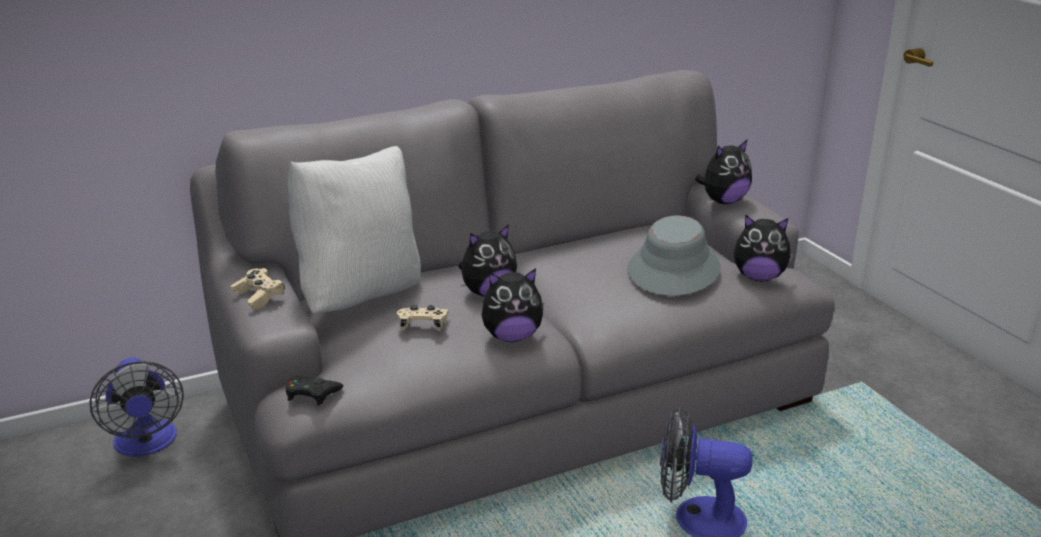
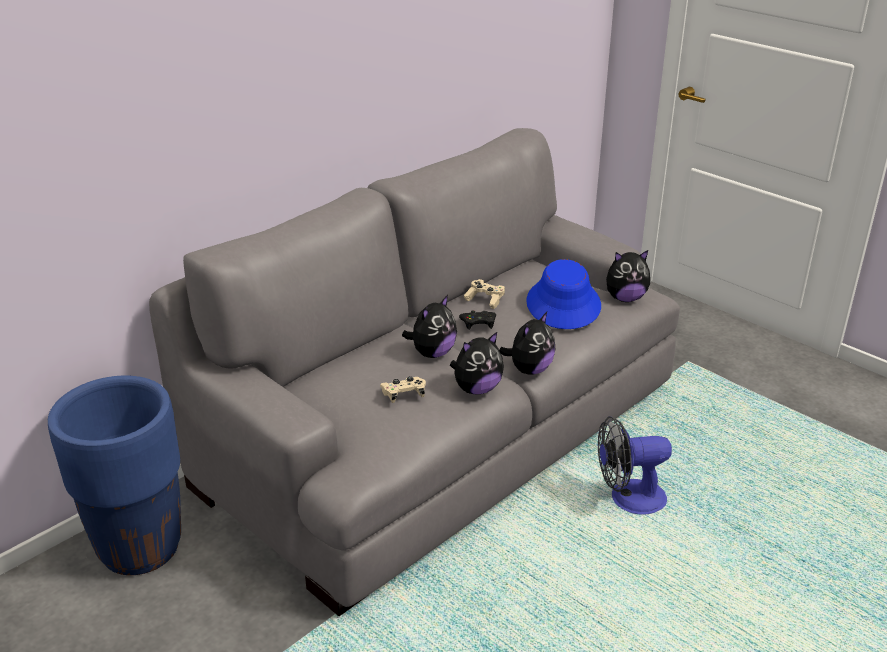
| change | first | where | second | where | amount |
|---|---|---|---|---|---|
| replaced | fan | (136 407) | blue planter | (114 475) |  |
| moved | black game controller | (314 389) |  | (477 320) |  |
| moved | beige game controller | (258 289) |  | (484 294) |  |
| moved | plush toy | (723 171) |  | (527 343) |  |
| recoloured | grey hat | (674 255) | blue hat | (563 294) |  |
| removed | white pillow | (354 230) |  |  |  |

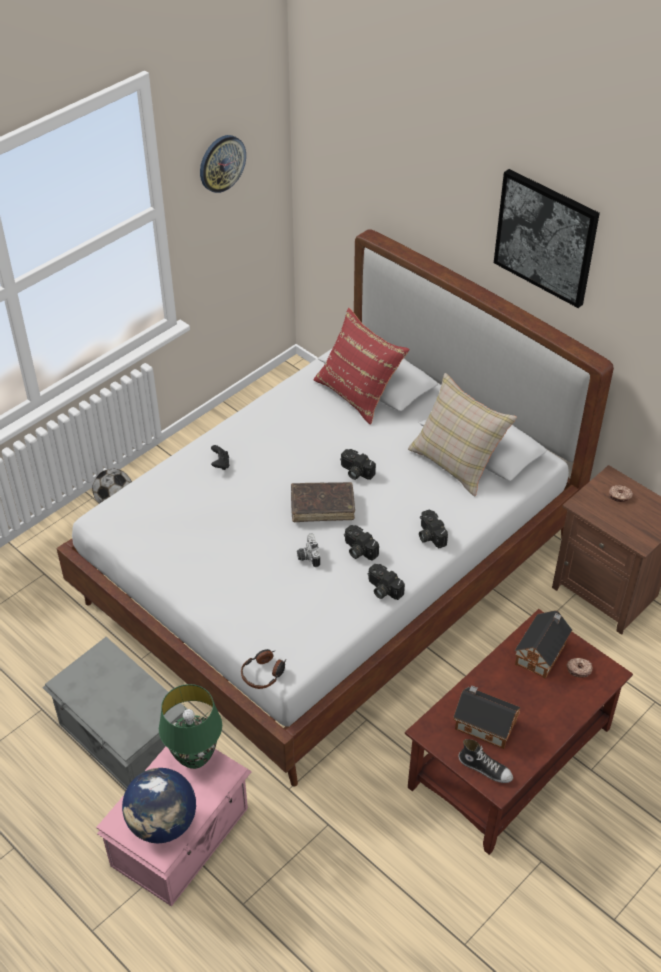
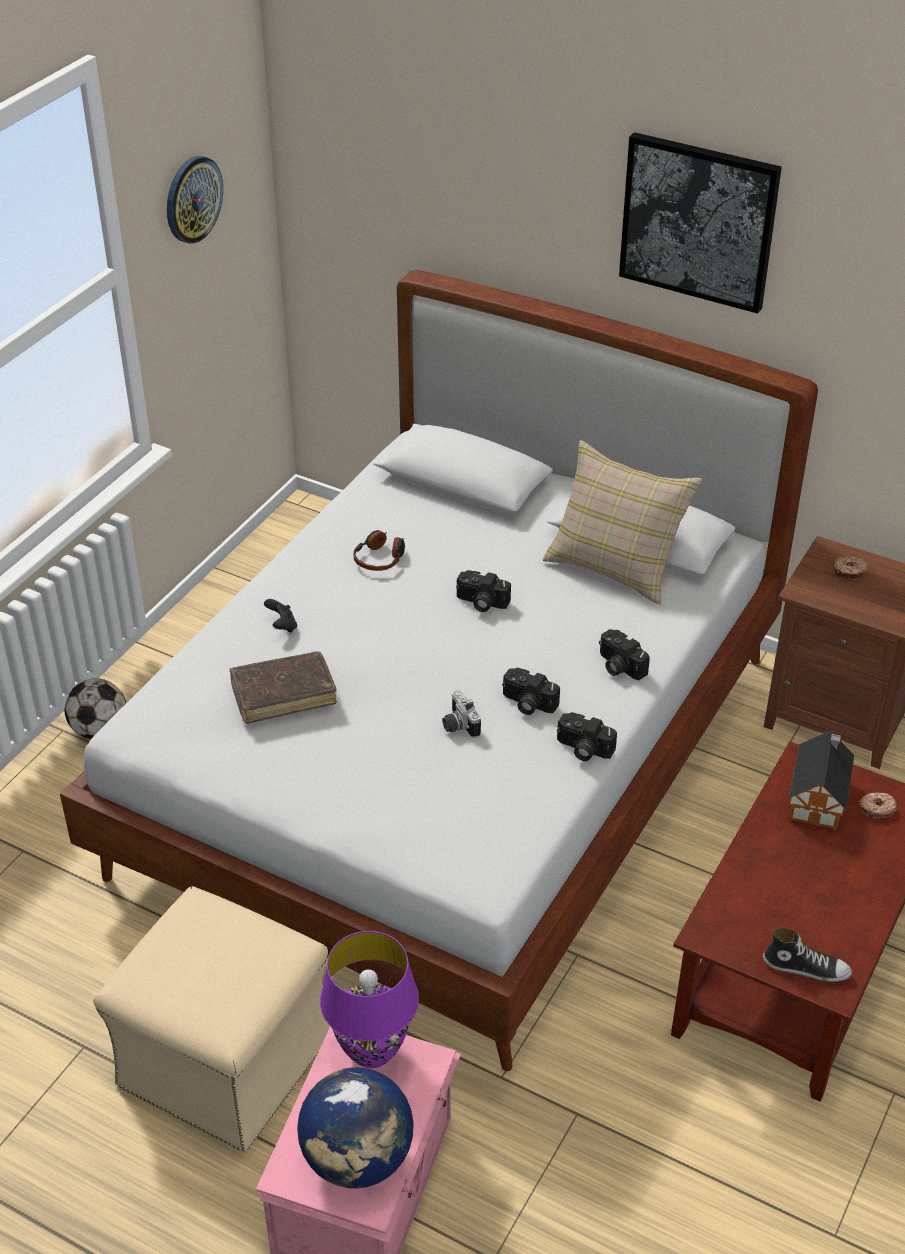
| change | first | where | second | where | amount |
|---|---|---|---|---|---|
| replaced | grey storage box | (114 713) | beige ottoman | (211 1019) |  |
| moved | brown book | (323 502) |  | (283 687) |  |
| recoloured | green table lamp | (190 726) | purple table lamp | (369 999) |  |
| moved | headphones | (263 669) |  | (379 550) |  |
| removed | red pillow | (362 366) |  |  |  |
| removed | toy house | (487 717) |  |  |  |

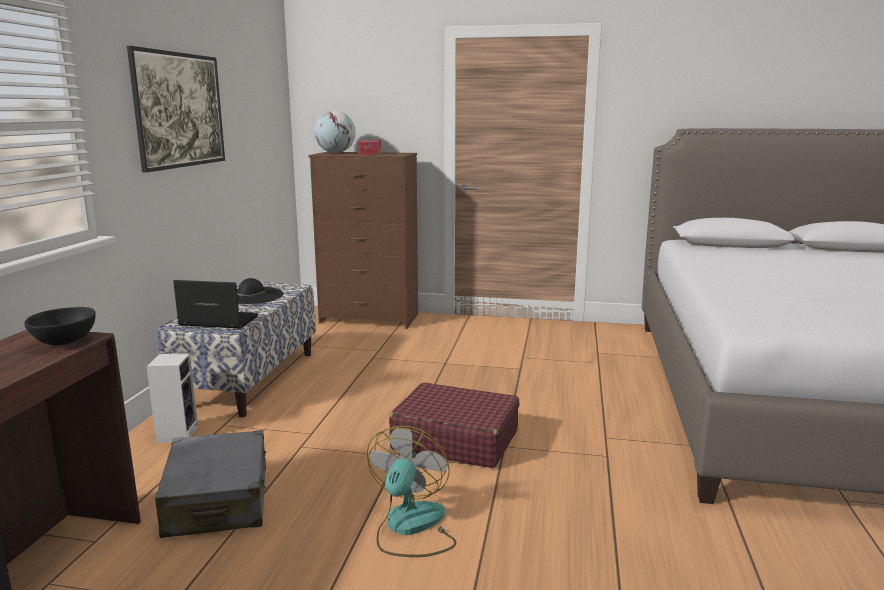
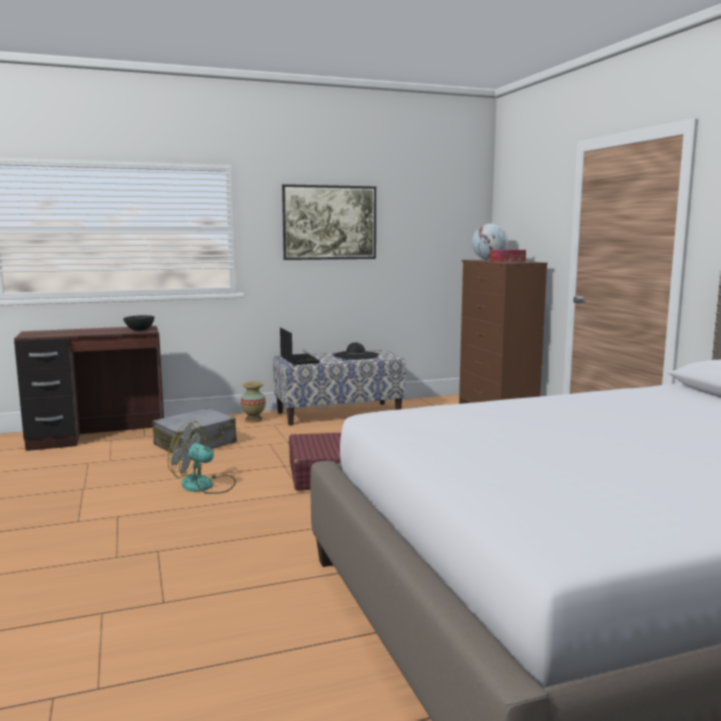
| change | first | where | second | where | amount |
|---|---|---|---|---|---|
| turned | fan | (411 491) |  | (202 457) | 150 degrees counterclockwise |
| replaced | speaker | (172 398) | vase | (253 402) |  |

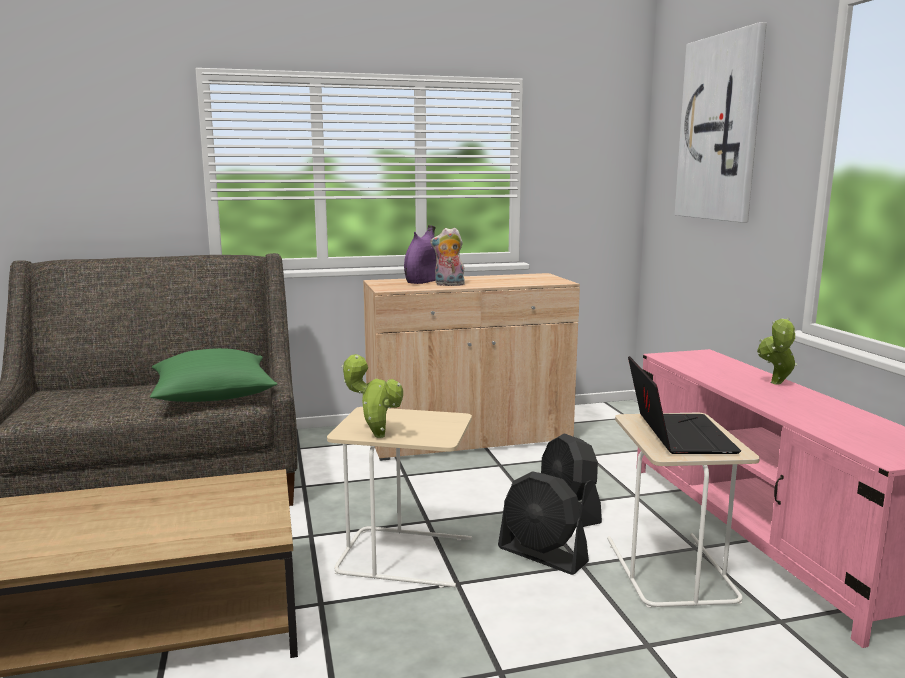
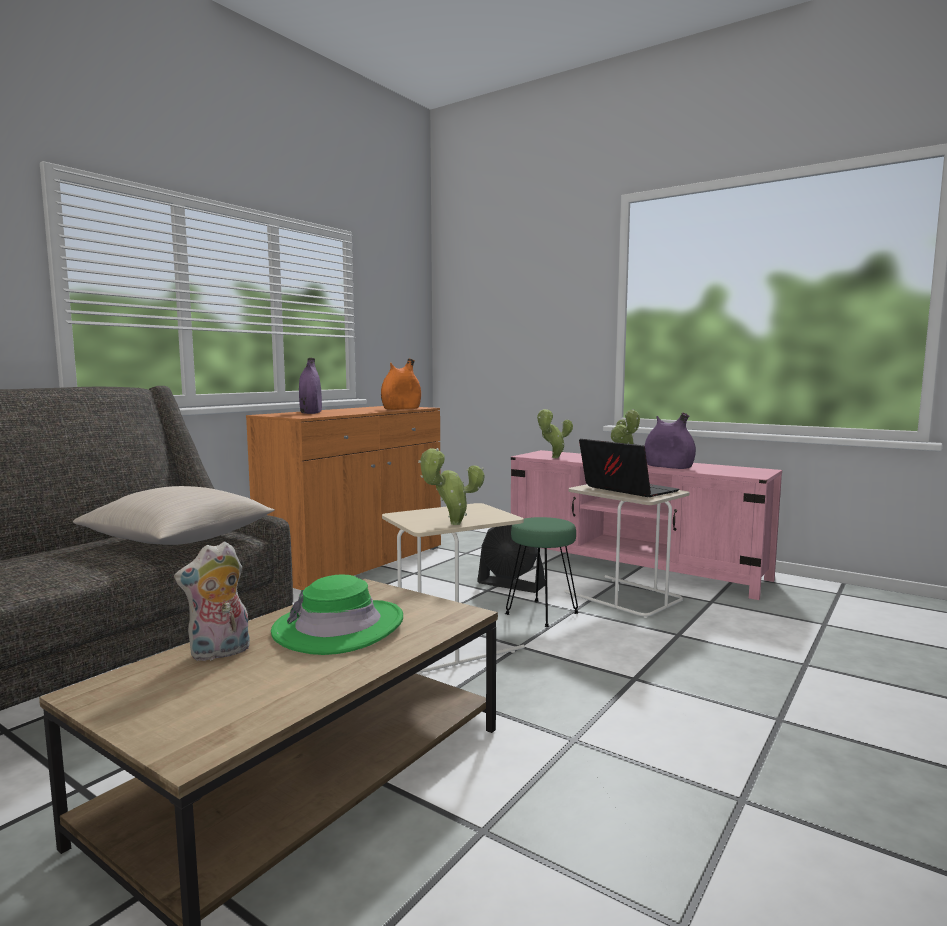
| change | first | where | second | where | amount |
|---|---|---|---|---|---|
| recoloured | green pillow | (214 375) | beige pillow | (174 515) |  |
| moved | plush toy | (447 257) |  | (212 601) |  |
| recoloured | beige cabinet | (471 367) | orange cabinet | (343 498) |  |
| added |  |  | green hat | (337 614) |  |
| added |  |  | orange vase | (401 384) |  |
| replaced | black fan | (543 523) | green stool | (542 572) |  |
| added |  |  | potted plant | (555 433) |  |
| added |  |  | purple vase | (670 440) |  |
| removed | picture | (721 122) |  |  |  |

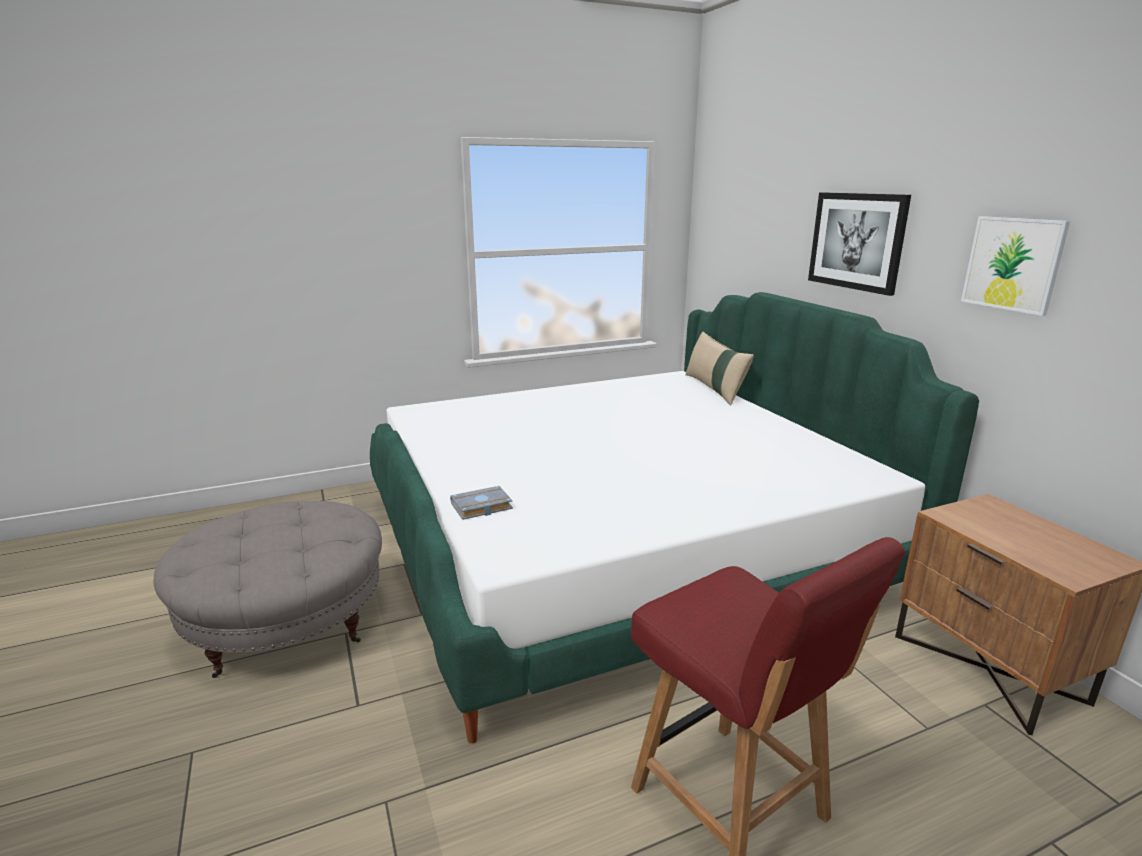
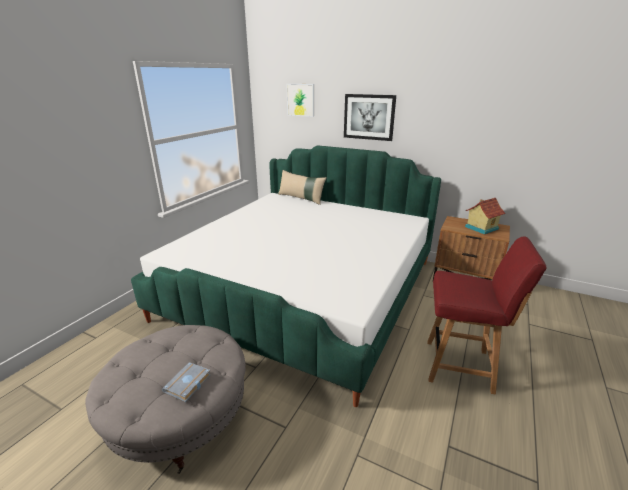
| change | first | where | second | where | amount |
|---|---|---|---|---|---|
| moved | grey book | (481 503) |  | (186 382) |  |
| moved | picture | (1015 266) |  | (300 100) |  |
| added |  |  | toy house | (485 216) |  |

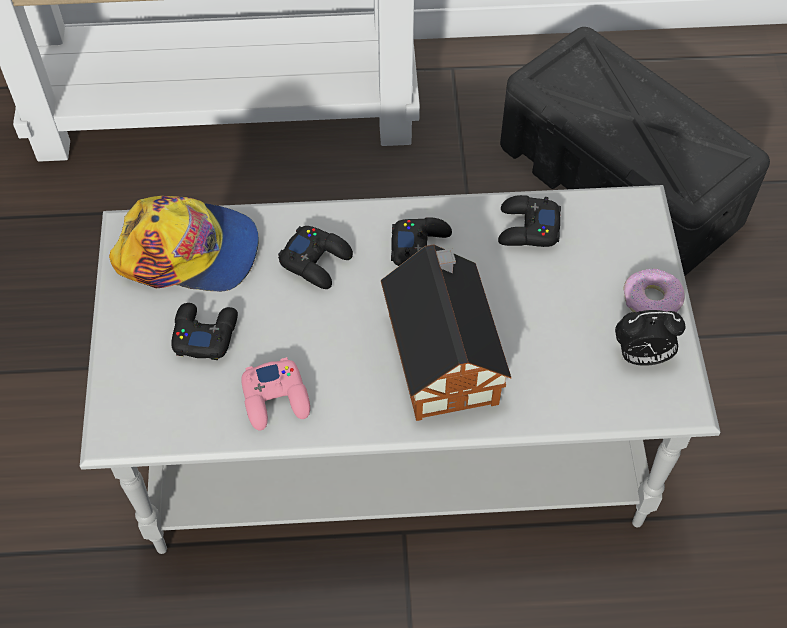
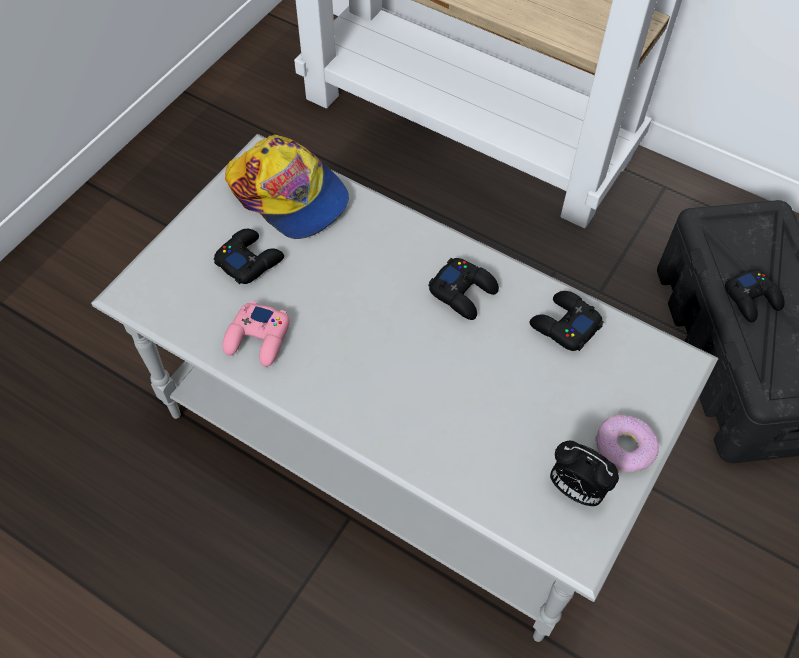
| change | first | where | second | where | amount |
|---|---|---|---|---|---|
| moved | black game controller | (315 257) |  | (755 295) |  |
| removed | toy house | (446 332) |  |  |  |

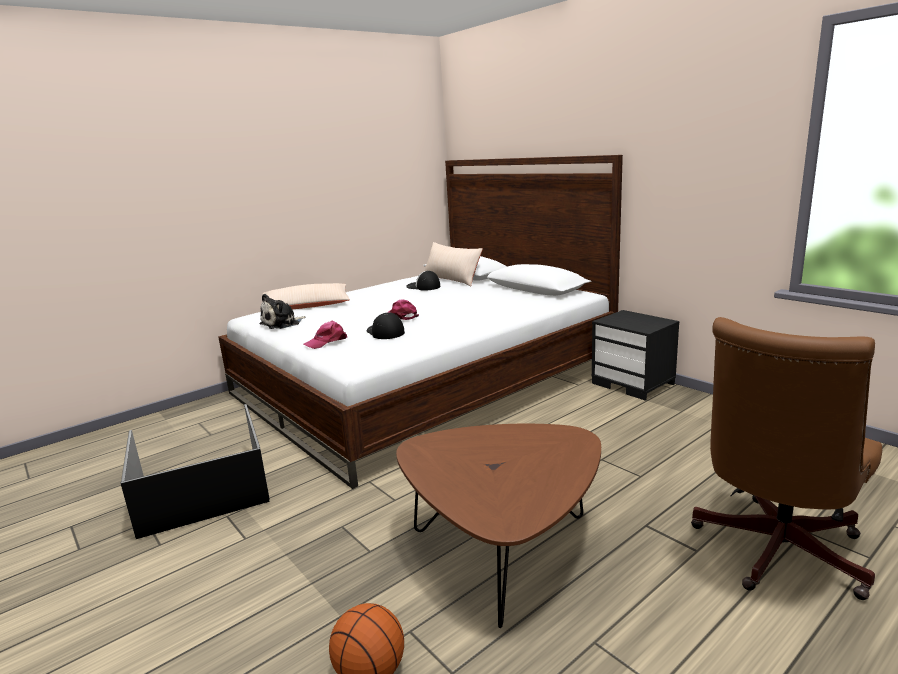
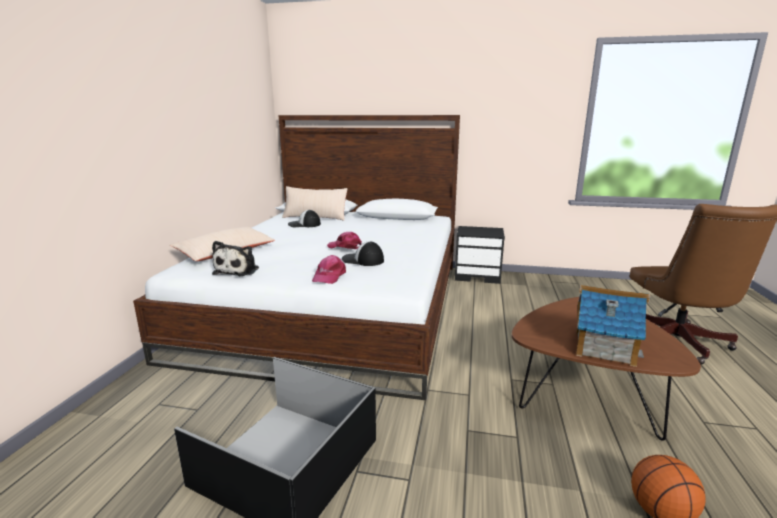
| change | first | where | second | where | amount |
|---|---|---|---|---|---|
| added |  |  | toy house | (613 326) |  |

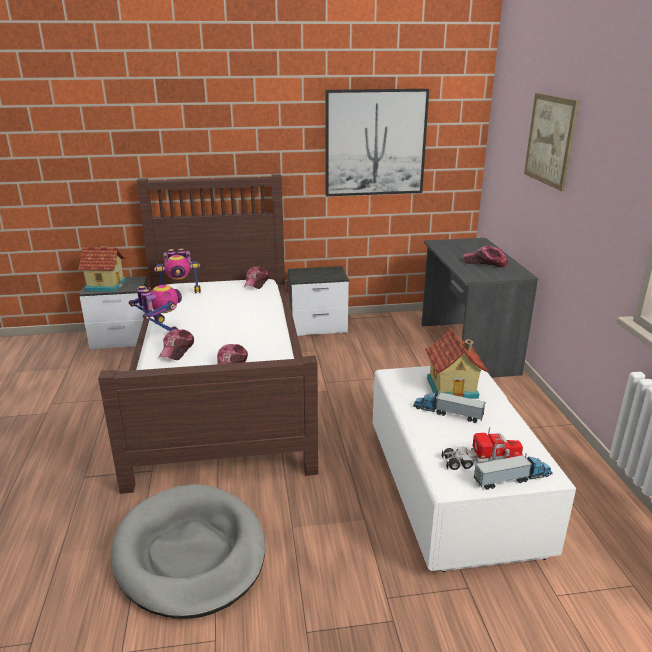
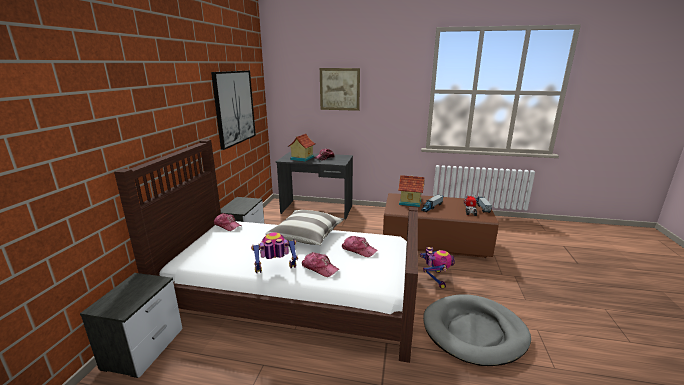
| change | first | where | second | where | amount |
|---|---|---|---|---|---|
| added |  |  | pillow | (304 227) |  |
| moved | toy house | (102 269) |  | (301 147) |  |
| recoloured | white coffee table | (474 469) | brown coffee table | (441 225) |  |
| moved | toy robot | (177 270) |  | (437 268) |  |

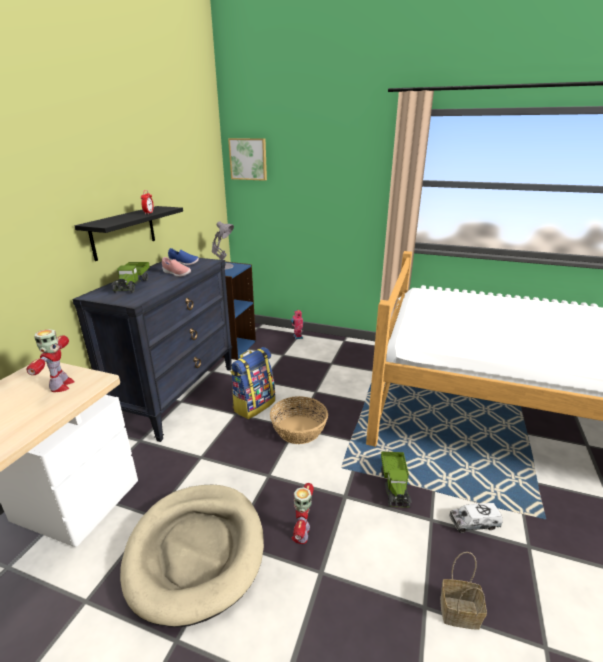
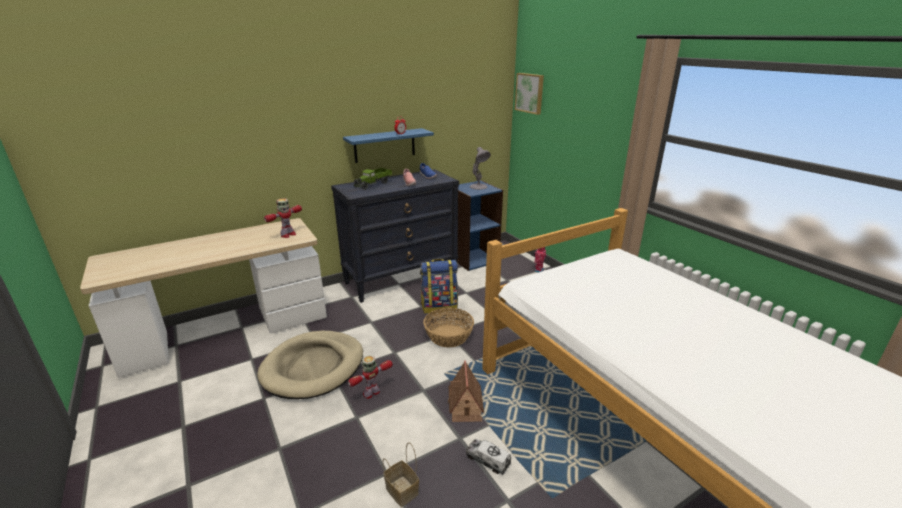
| change | first | where | second | where | amount |
|---|---|---|---|---|---|
| recoloured | black shelf | (129 233) | blue shelf | (388 145) |  |
| replaced | toy truck | (397 479) | toy house | (466 391) |  |

